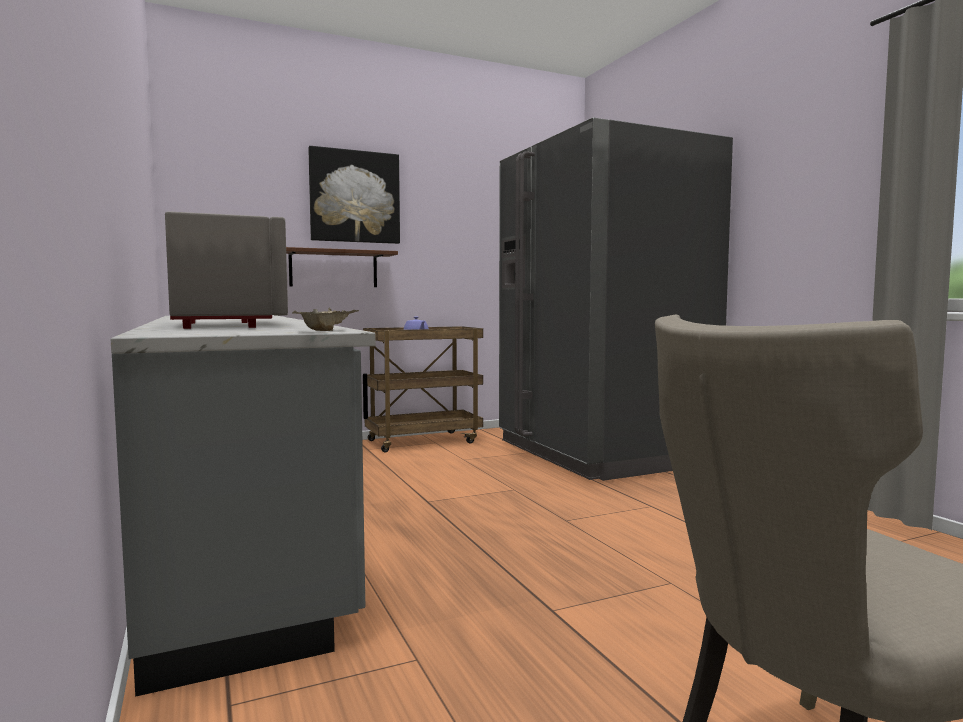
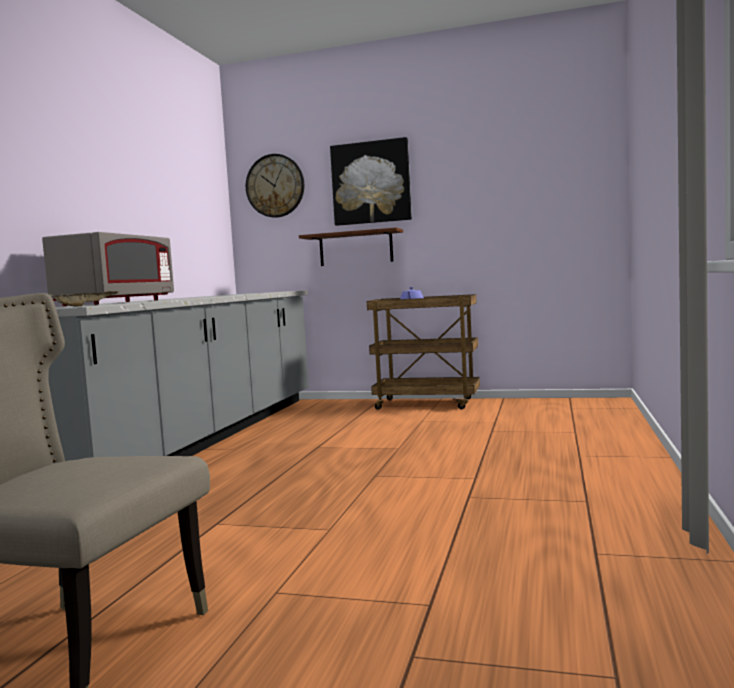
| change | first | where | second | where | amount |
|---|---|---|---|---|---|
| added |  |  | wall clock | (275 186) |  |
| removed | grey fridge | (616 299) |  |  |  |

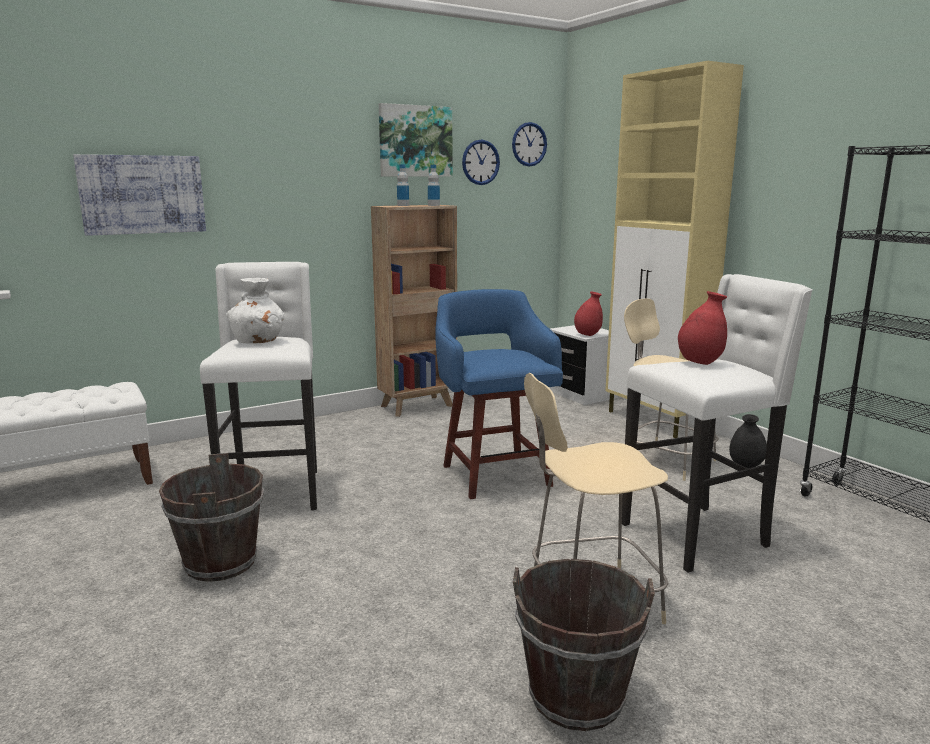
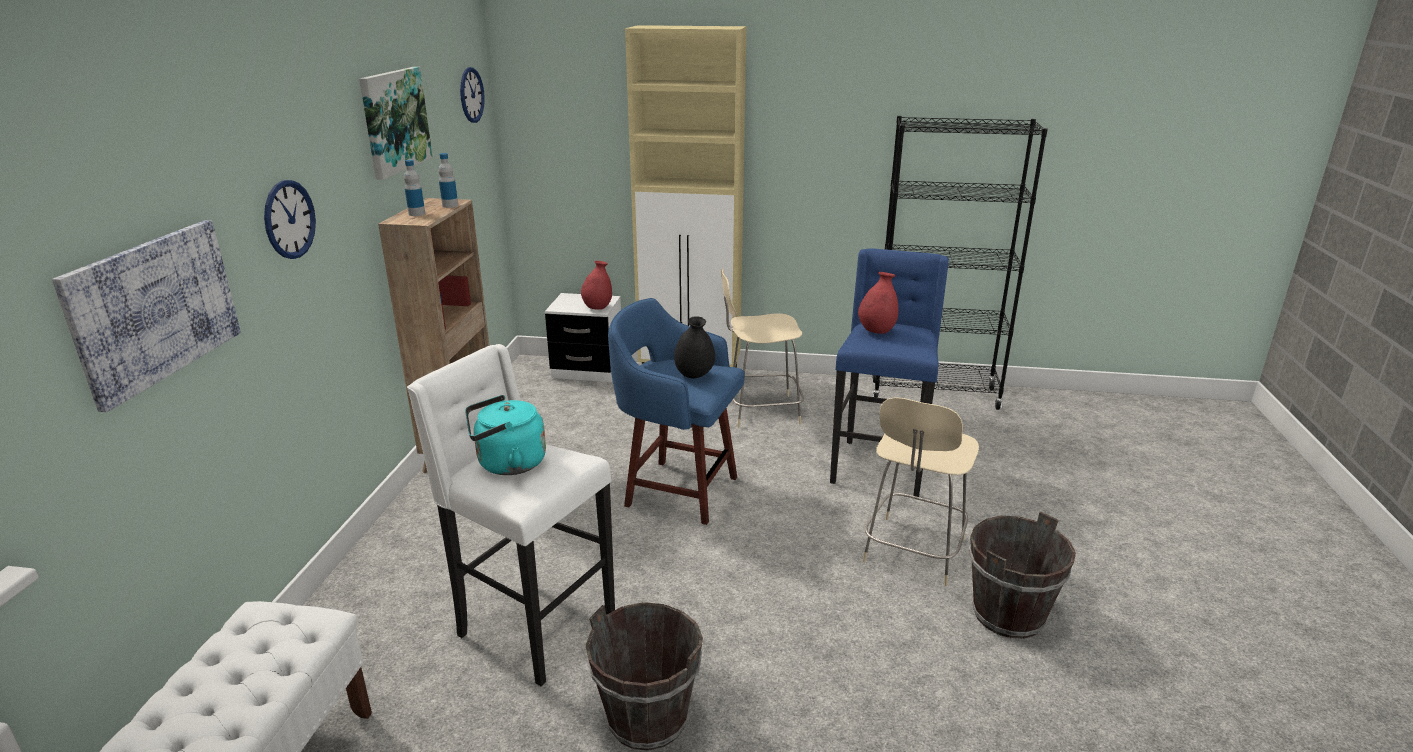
| change | first | where | second | where | amount |
|---|---|---|---|---|---|
| moved | wall clock | (481 162) |  | (290 219) |  |
| replaced | white vase | (255 311) | turquoise kettle | (505 435) |  |
| moved | black vase | (748 441) |  | (694 347) |  |
| recoloured | white stool | (717 423) | blue stool | (889 372) |  |

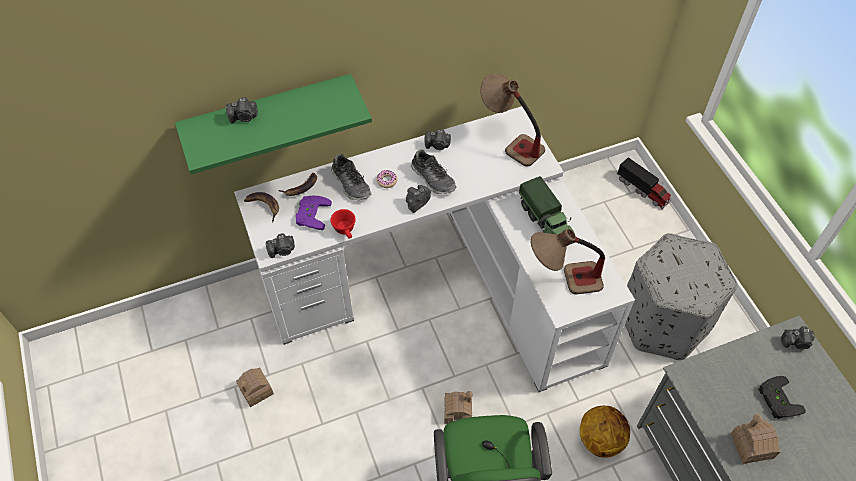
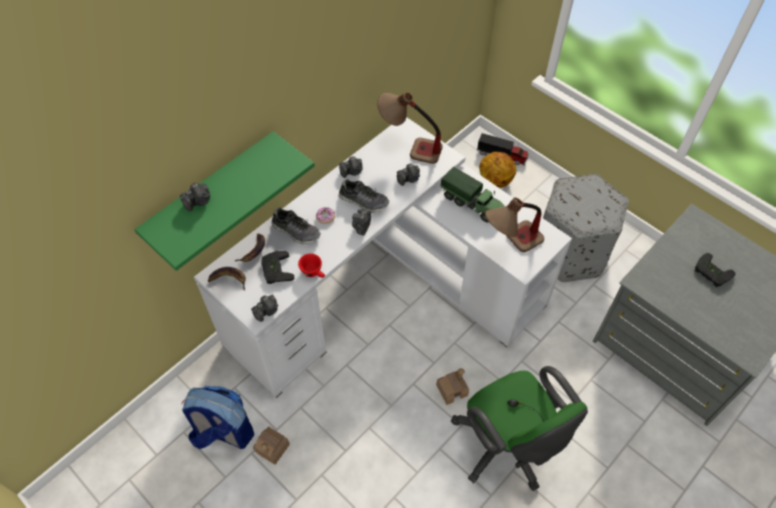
| change | first | where | second | where | amount |
|---|---|---|---|---|---|
| added |  |  | backpack | (217 417) |  |
| recoloured | purple game controller | (314 213) | black game controller | (278 267) |  |
| moved | photo camera | (798 337) |  | (408 174) |  |
| moved | basketball | (605 432) |  | (497 170) |  |
| removed | toy house | (755 439) |  |  |  |

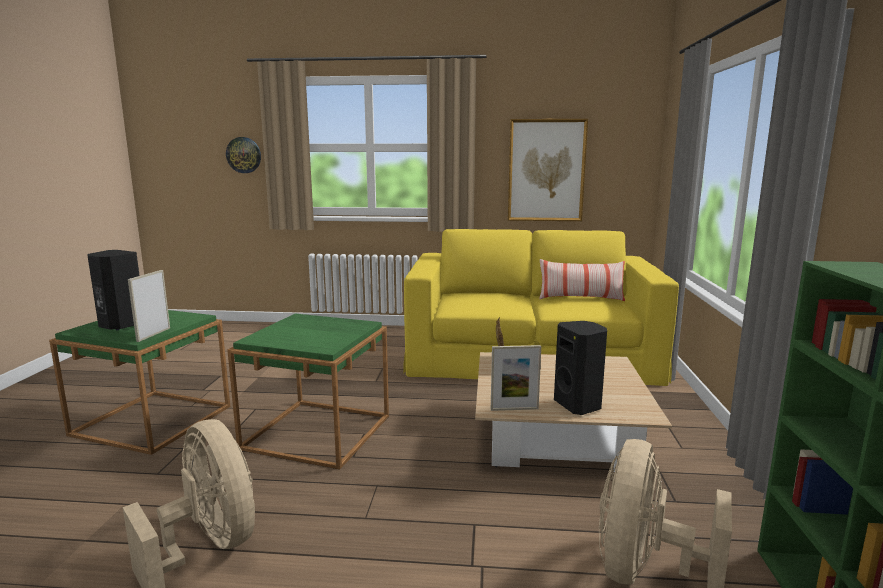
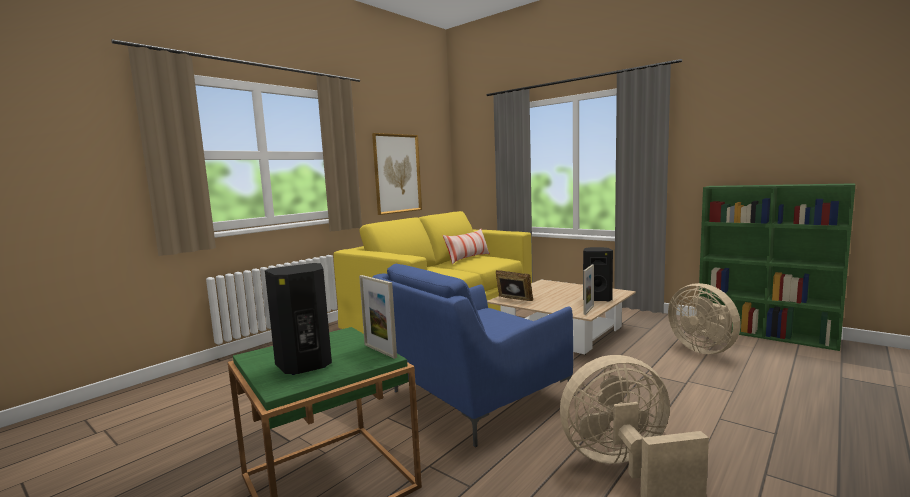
| change | first | where | second | where | amount |
|---|---|---|---|---|---|
| replaced | green side table | (308 391) | blue armchair | (472 355) |  |
| removed | wall clock | (243 155) |  |  |  |

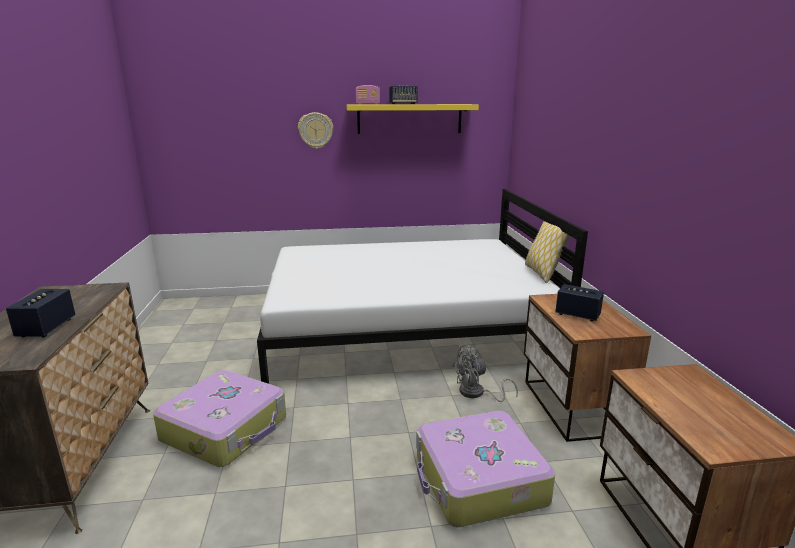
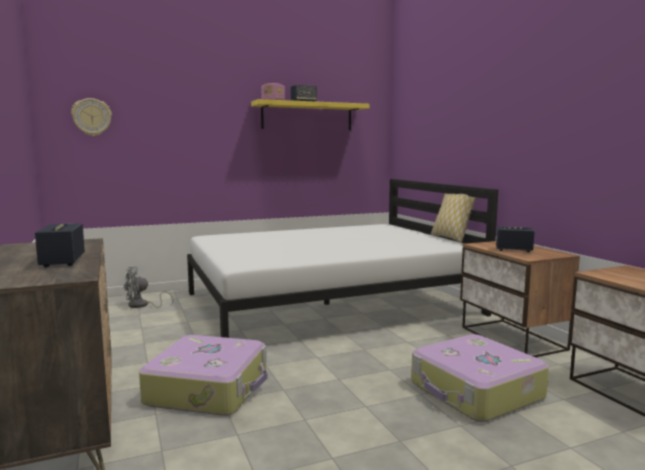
| change | first | where | second | where | amount |
|---|---|---|---|---|---|
| moved | wall clock | (315 130) |  | (91 117) |  |
| moved | grey fan | (485 373) |  | (148 287) |  |

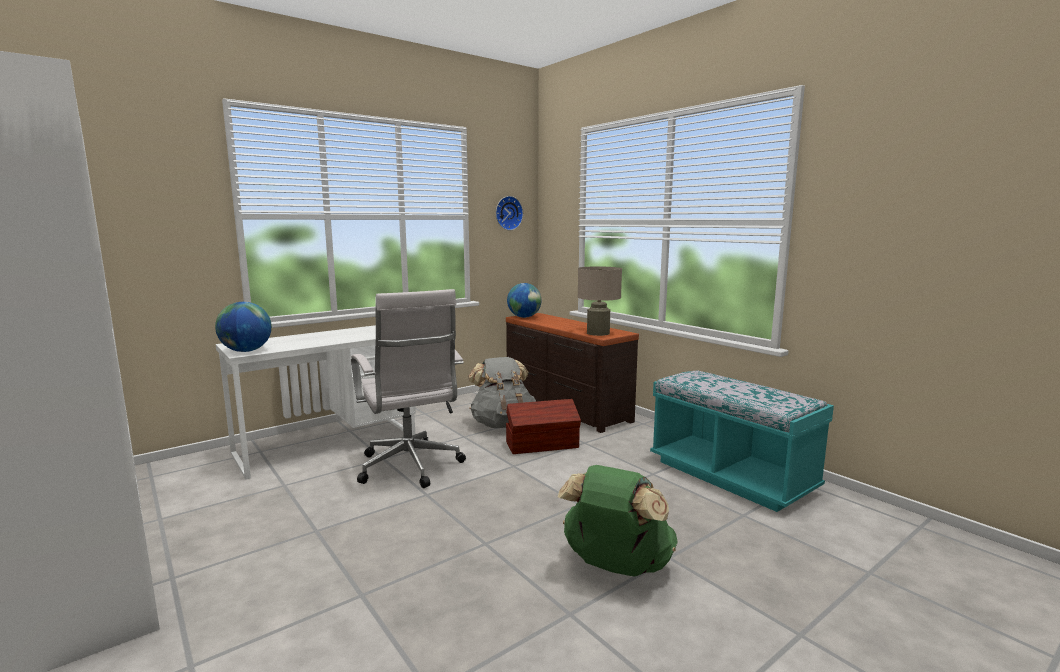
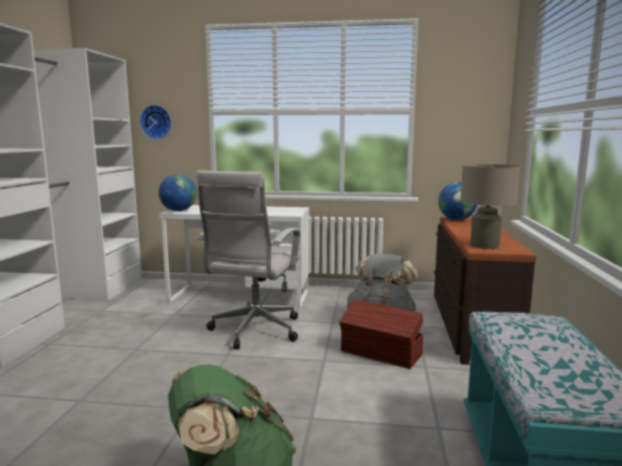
| change | first | where | second | where | amount |
|---|---|---|---|---|---|
| moved | wall clock | (509 213) |  | (156 122) |  |

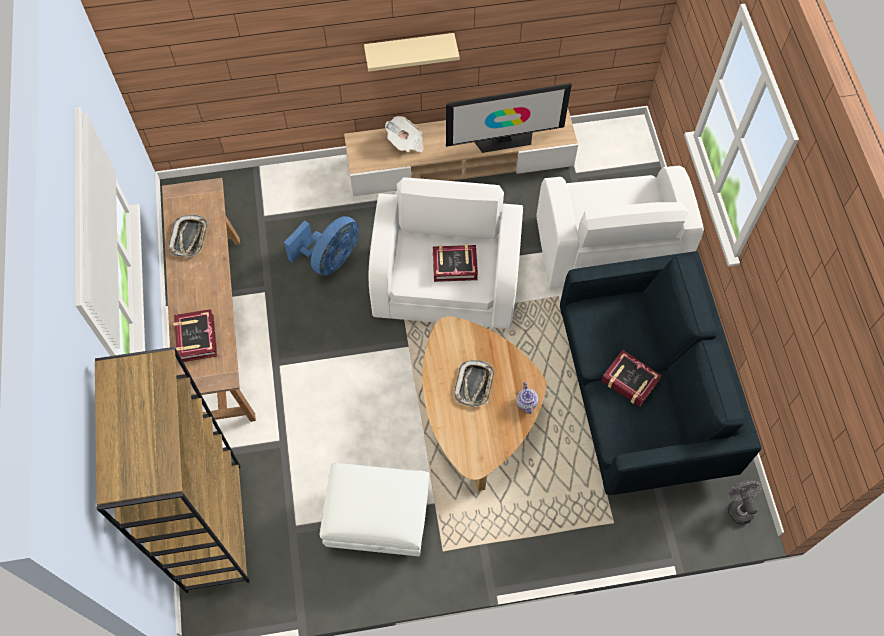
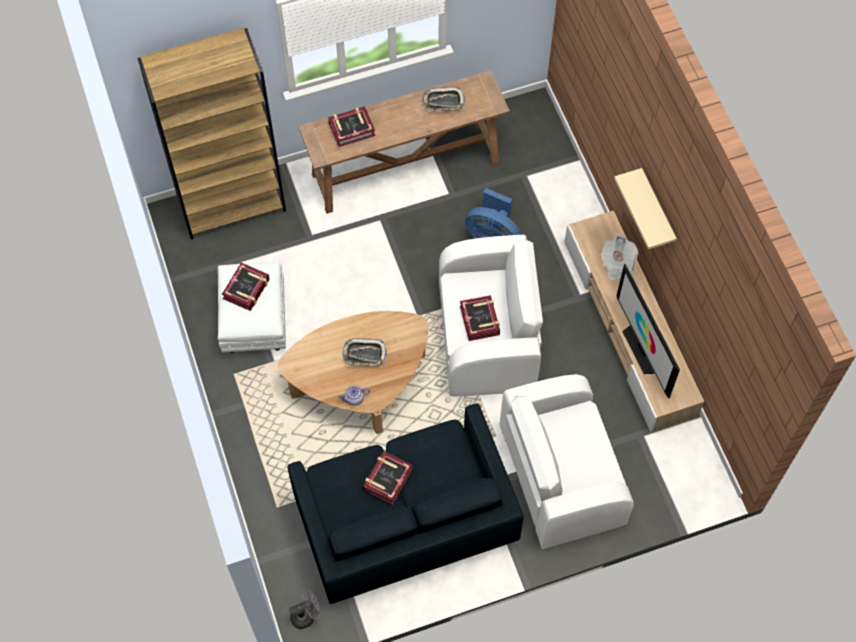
| change | first | where | second | where | amount |
|---|---|---|---|---|---|
| added |  |  | book | (246 286) |  |

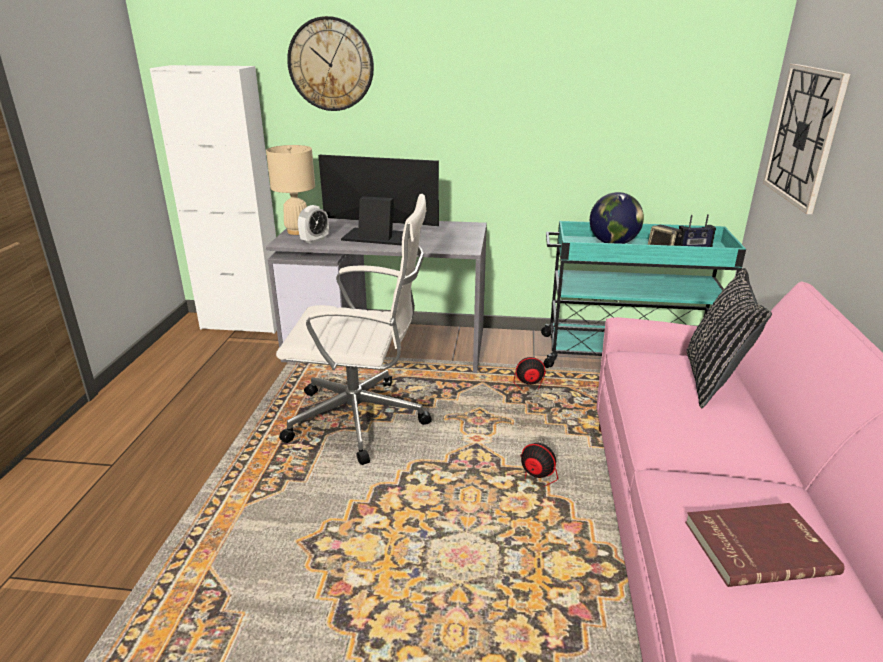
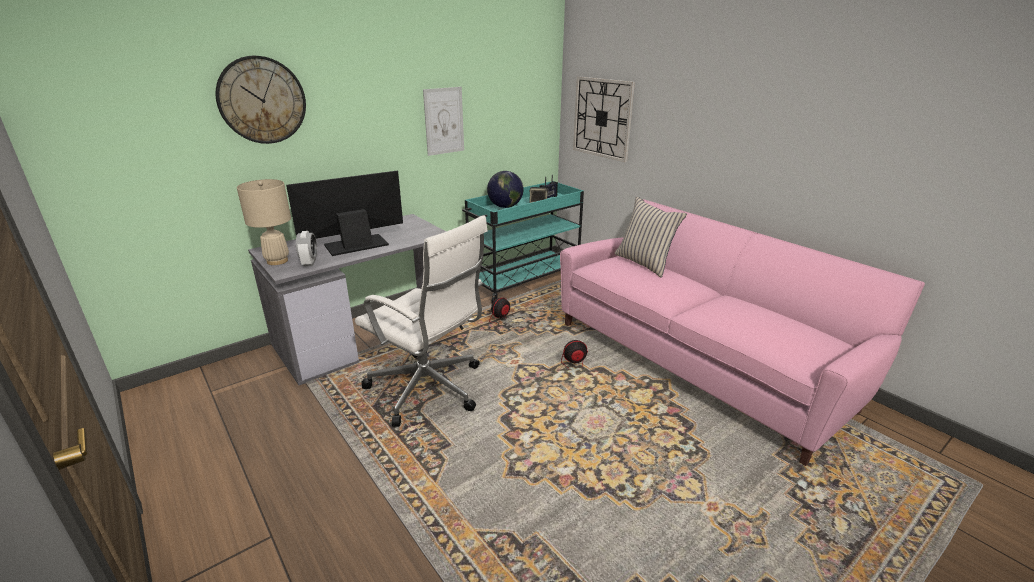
| change | first | where | second | where | amount |
|---|---|---|---|---|---|
| turned | white office chair | (354 329) |  | (421 321) | 75 degrees clockwise |
| added |  |  | picture | (443 121) |  |
| recoloured | black pillow | (729 338) | beige pillow | (651 237) |  |
| removed | white cabinet | (213 199) |  |  |  |
| removed | red book | (765 545) |  |  |  |

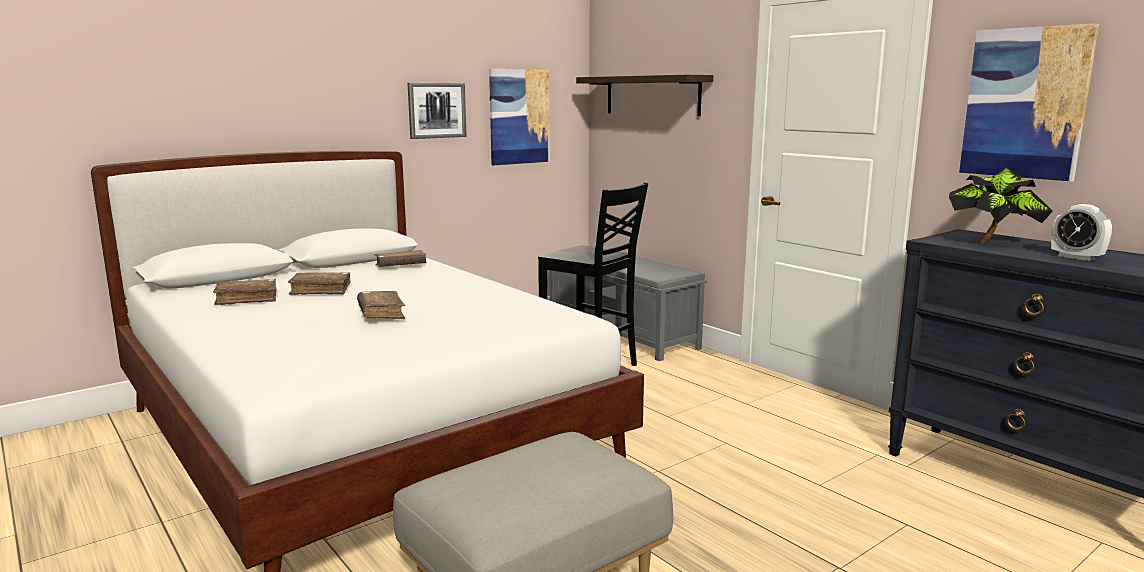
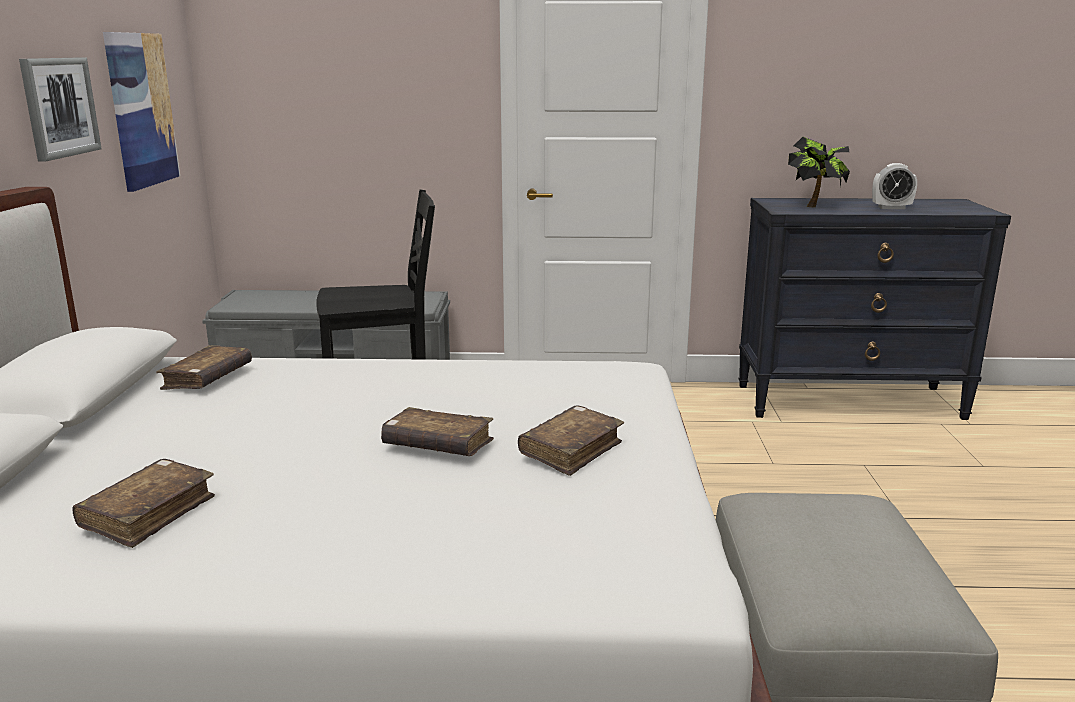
| change | first | where | second | where | amount |
|---|---|---|---|---|---|
| moved | brown book | (319 283) |  | (571 440) |  |
| removed | shelf | (644 95) |  |  |  |
| removed | picture | (1029 102) |  |  |  |

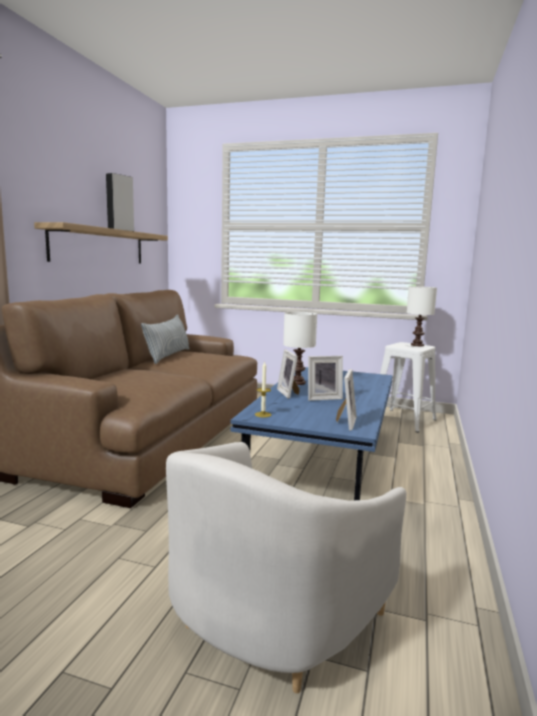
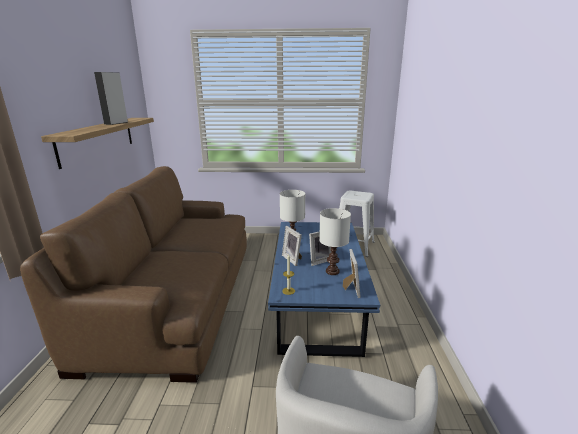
| change | first | where | second | where | amount |
|---|---|---|---|---|---|
| moved | white table lamp | (422 316) |  | (335 241) |  |
| removed | pillow | (165 339) |  |  |  |

